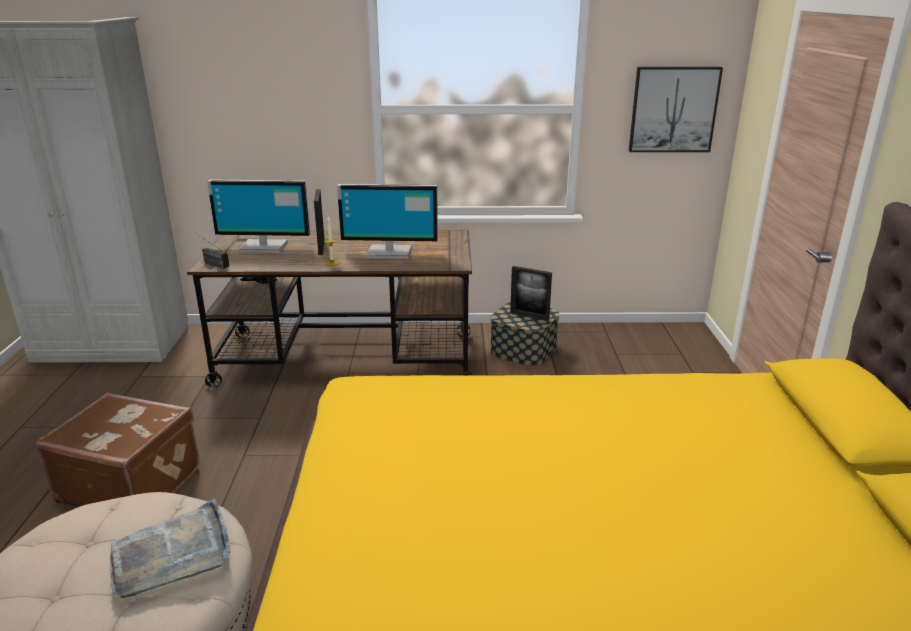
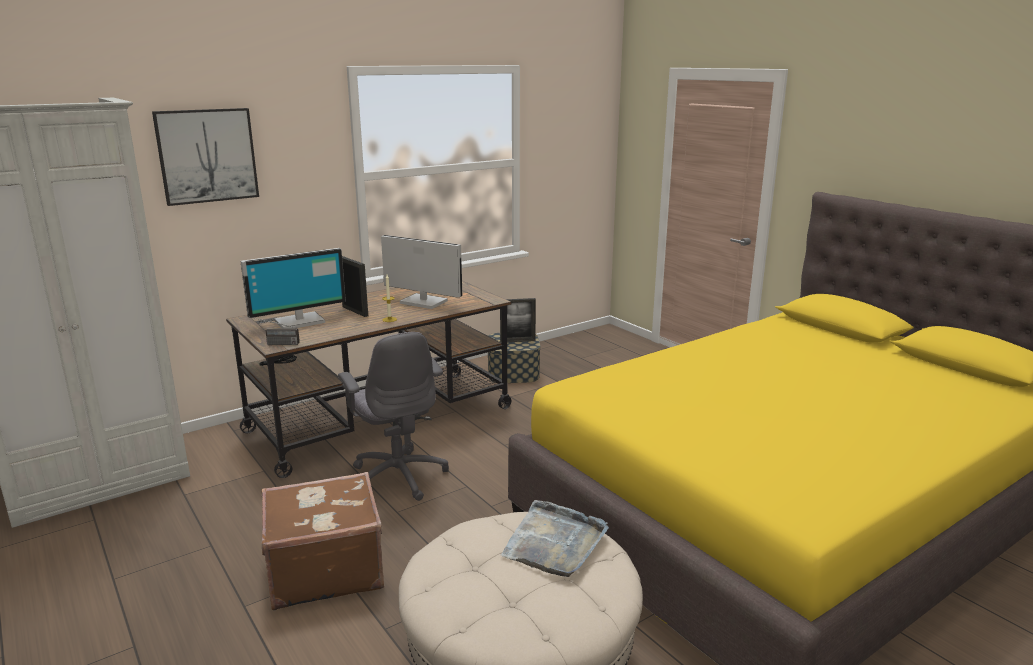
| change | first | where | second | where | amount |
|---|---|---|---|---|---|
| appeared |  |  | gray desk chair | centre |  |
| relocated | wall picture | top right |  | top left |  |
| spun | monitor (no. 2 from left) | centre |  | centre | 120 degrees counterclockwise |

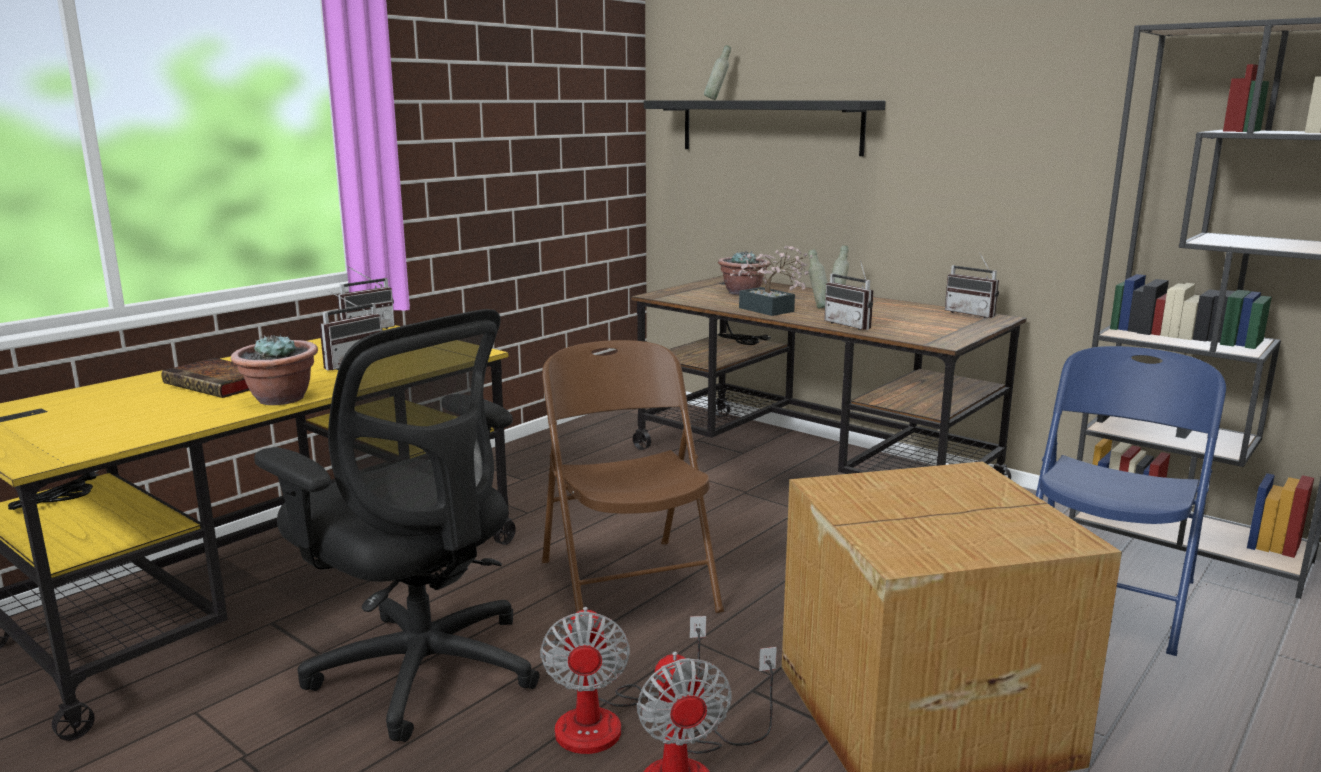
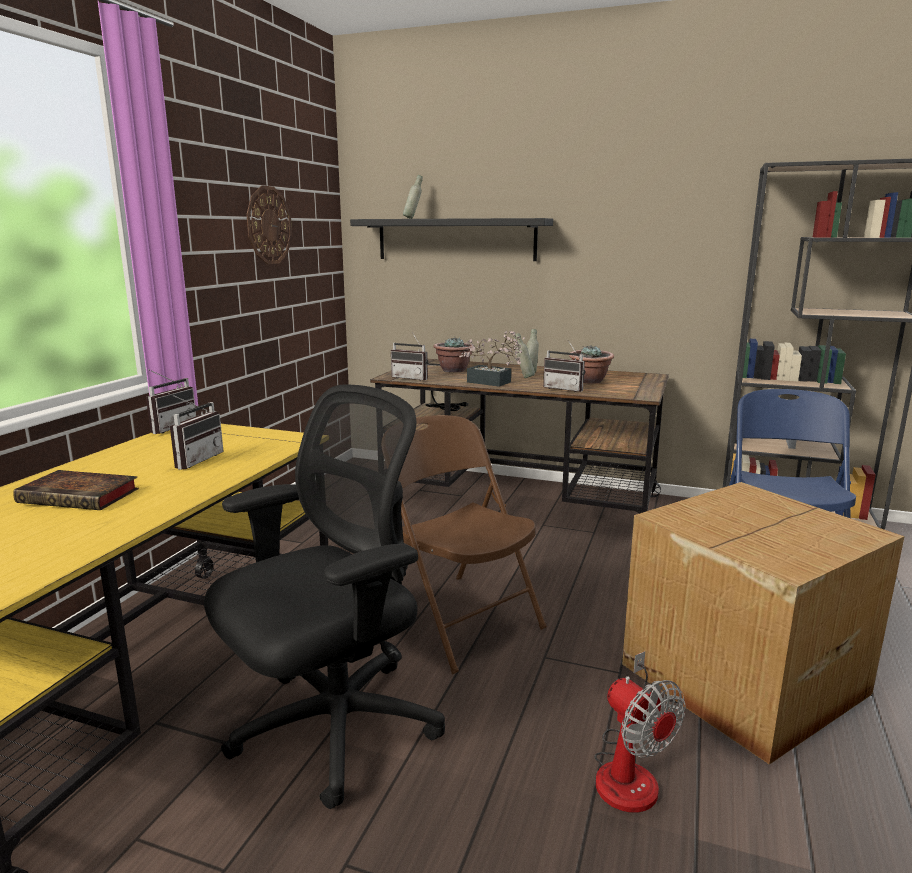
| change | first | where | second | where | amount |
|---|---|---|---|---|---|
| missing | fan (no. 1 from left) | bottom centre |  |  |  |
| appeared |  |  | hanging clock | top left |  |
| relocated | houseplant (no. 1 from left in the first image) | middle left | houseplant (no. 3 from left) | centre |  |
| relocated | radio receiver (no. 4 from left in the first image) | middle right | radio receiver (no. 3 from left) | centre |  |
| spun | blackish desk chair | bottom left |  | bottom centre | 60 degrees counterclockwise |

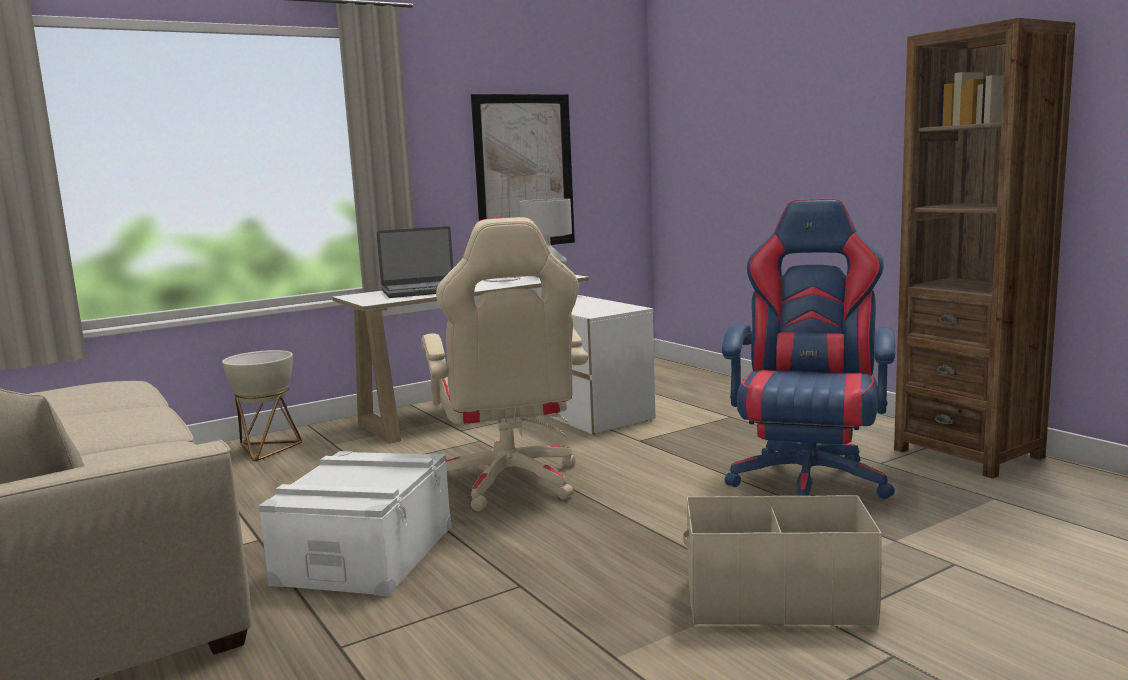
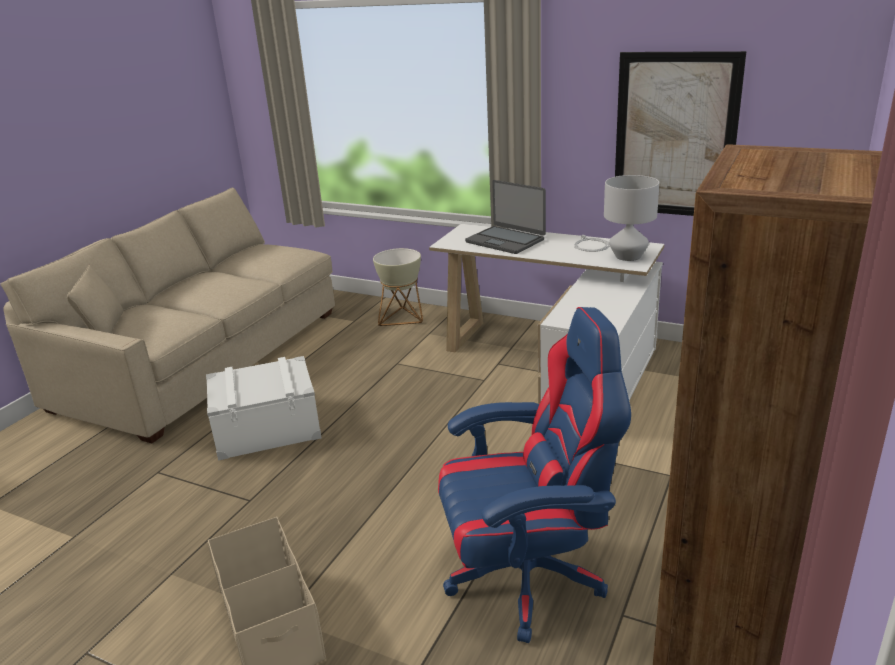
| change | first | where | second | where | amount |
|---|---|---|---|---|---|
| missing | beige desk chair | centre |  |  |  |

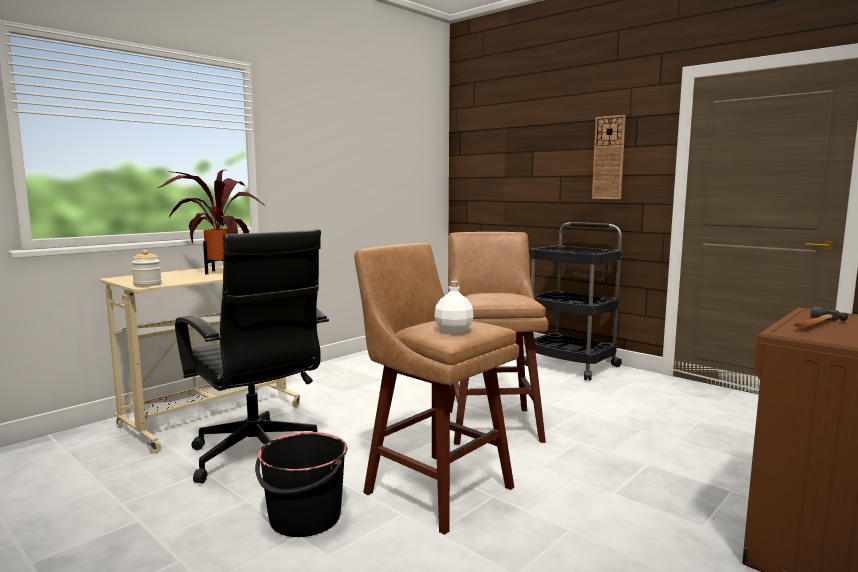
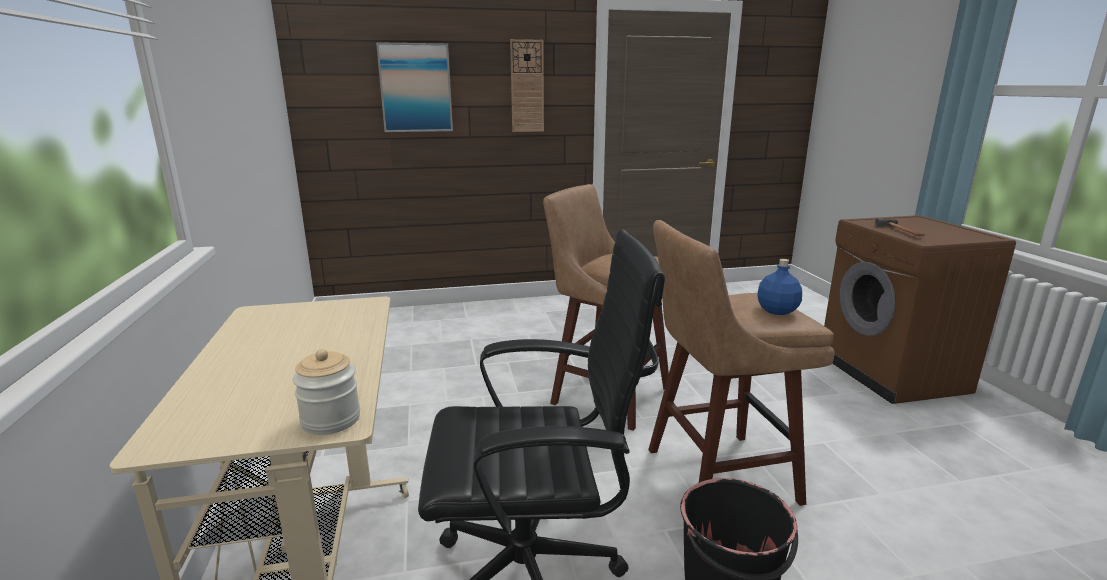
| change | first | where | second | where | amount |
|---|---|---|---|---|---|
| missing | houseplant | middle left |  |  |  |
| missing | blackish wheeled cart | middle right |  |  |  |
| appeared |  |  | wall picture | top centre |  |
| colour | whitish beverage bottle | centre | blue beverage bottle | middle right |  |

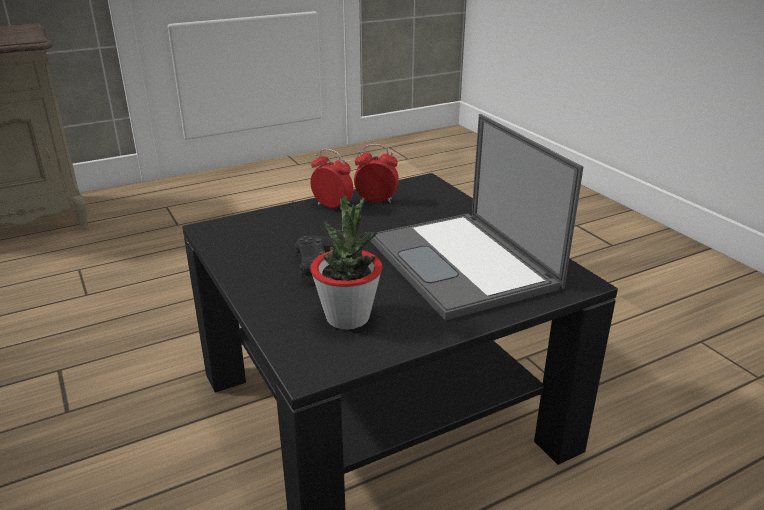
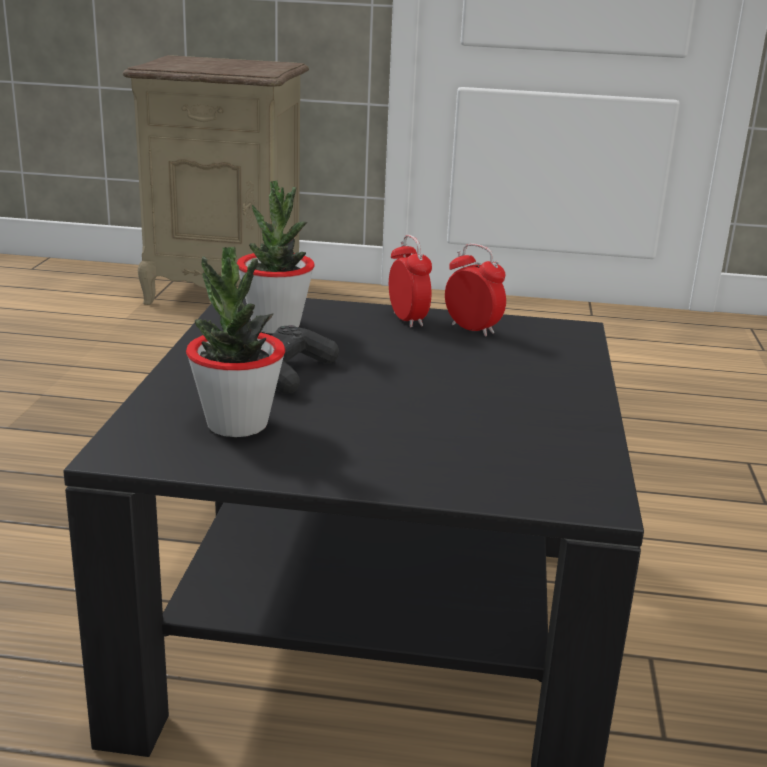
| change | first | where | second | where | amount |
|---|---|---|---|---|---|
| missing | laptop | centre |  |  |  |
| appeared |  |  | houseplant (no. 2 from left) | centre |  |

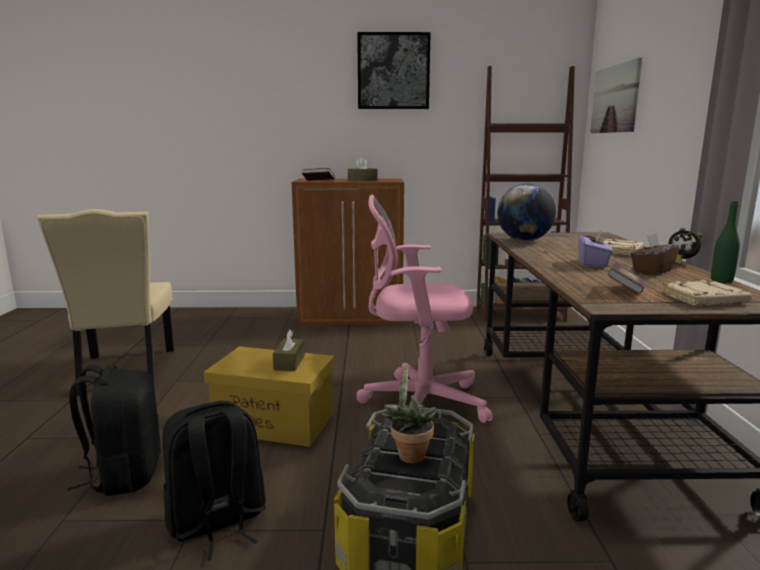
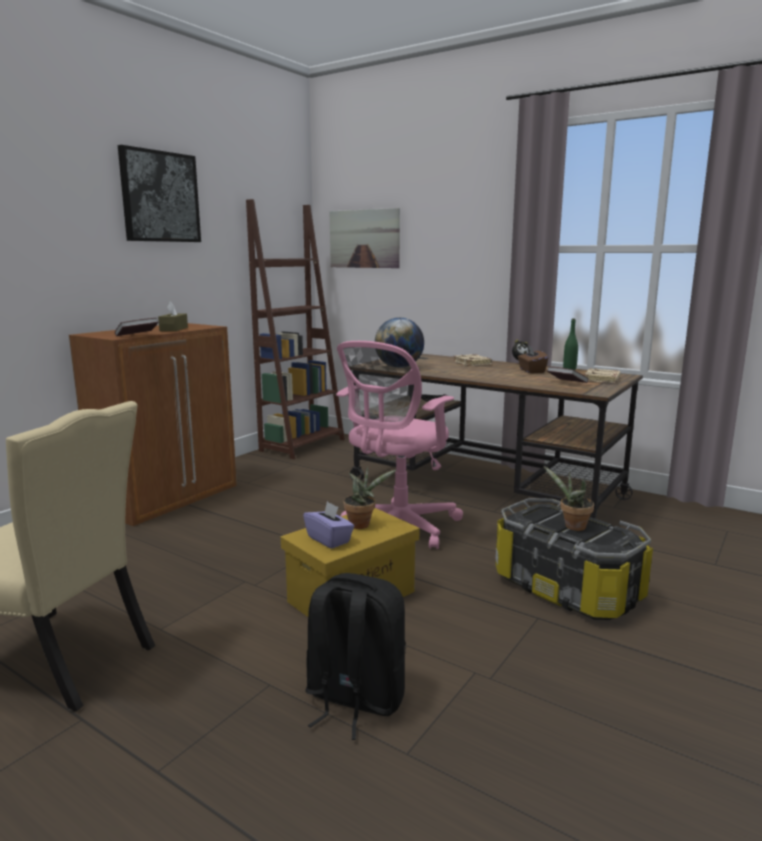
| change | first | where | second | where | amount |
|---|---|---|---|---|---|
| missing | blackish knapsack (no. 2 from left) | bottom left |  |  |  |
| relocated | purple box of tissues | middle right |  | centre |  |
| exchanged | brownish box of tissues (no. 1 from left) | centre | houseplant (no. 1 from left) | centre |  |

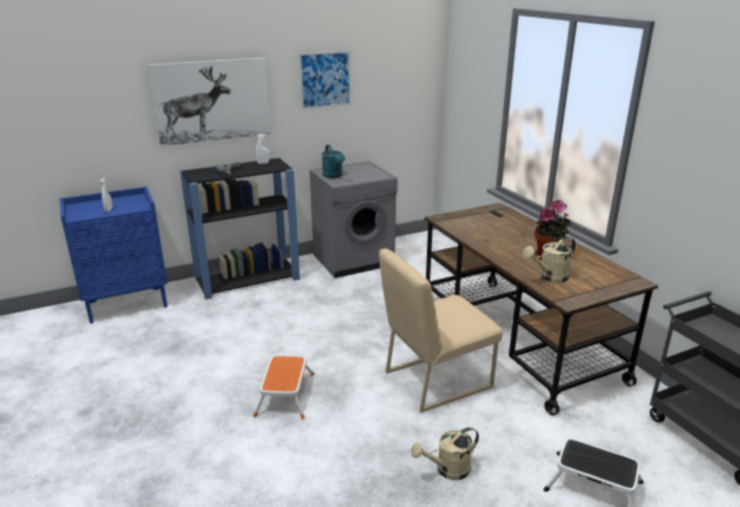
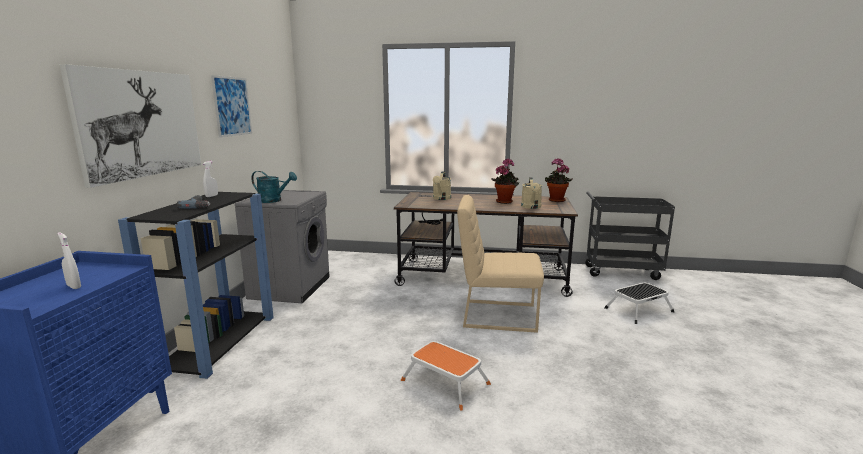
| change | first | where | second | where | amount |
|---|---|---|---|---|---|
| appeared |  |  | houseplant (no. 2 from left) | centre |  |
| relocated | beige watering can (no. 1 from left) | bottom centre |  | centre |  |
| spun | beige chair | centre |  | centre | 90 degrees clockwise |

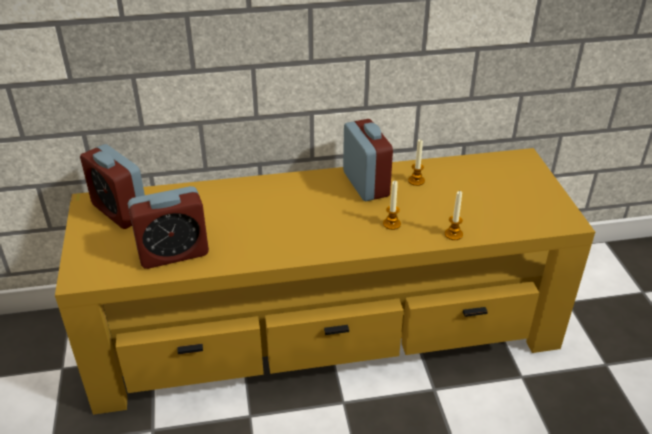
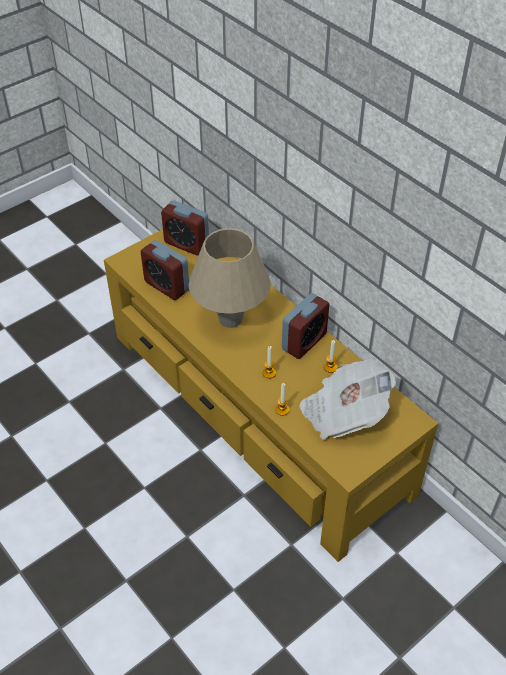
| change | first | where | second | where | amount |
|---|---|---|---|---|---|
| appeared |  |  | beige lamp for a table | centre |  |
| appeared |  |  | newspaper | middle right |  |
| spun | table clock (no. 1 from left in the first image) | middle left | table clock (no. 2 from left) | centre | 75 degrees counterclockwise |

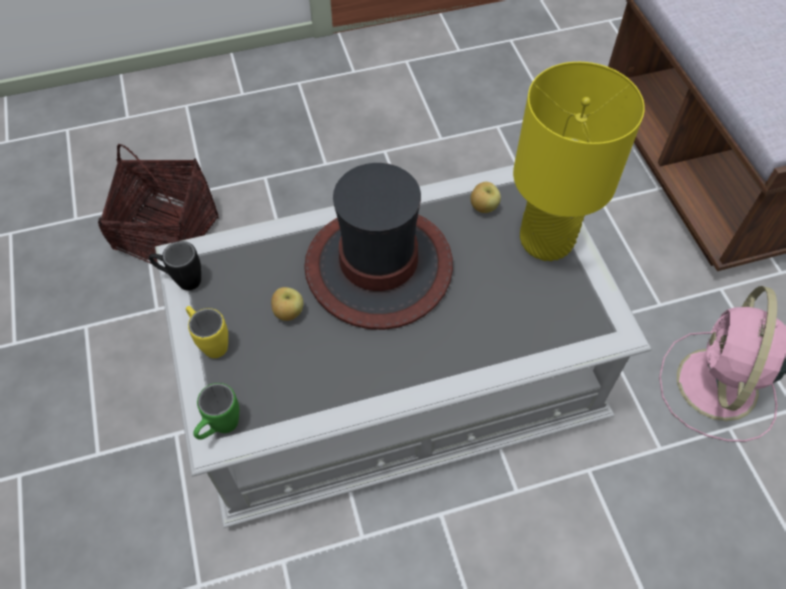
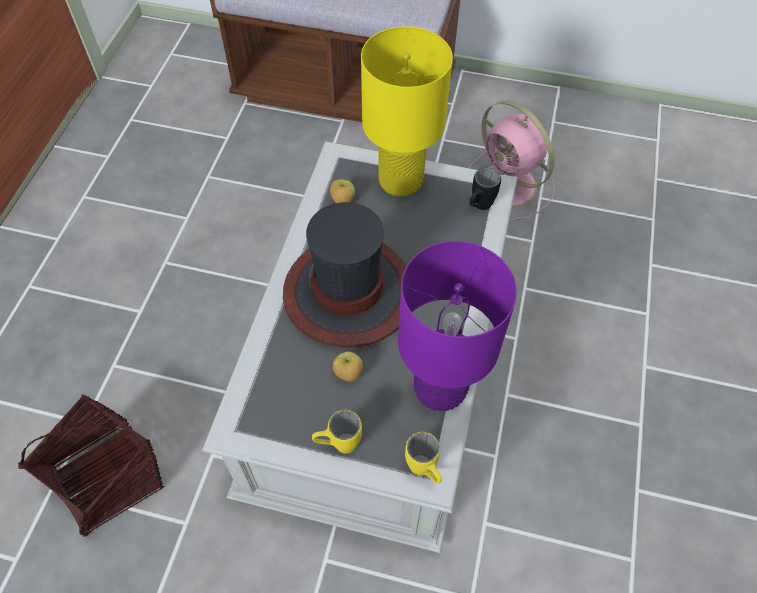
| change | first | where | second | where | amount |
|---|---|---|---|---|---|
| appeared |  |  | purple lamp for a table | centre |  |
| relocated | blackish mug | middle left |  | top centre |  |
| colour | green-coloured mug | bottom left | yellow-coloured mug (no. 2 from left) | bottom centre |  |

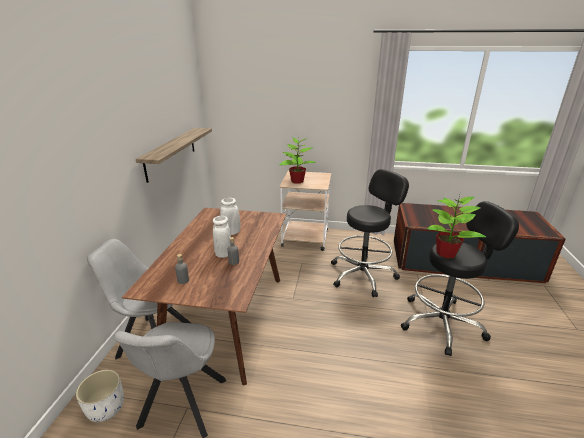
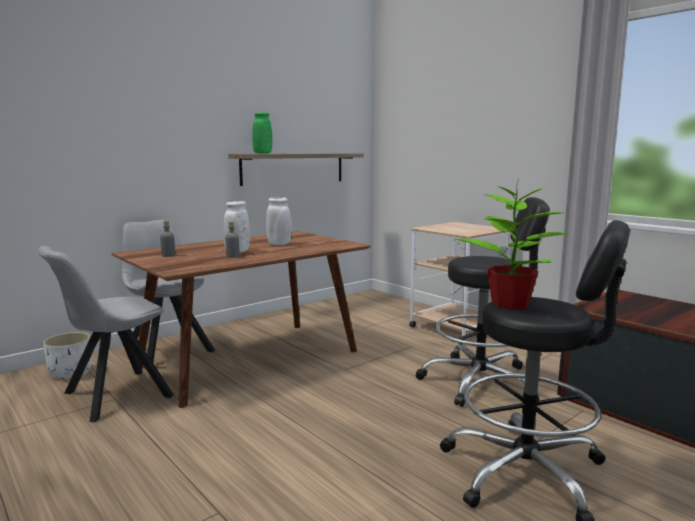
| change | first | where | second | where | amount |
|---|---|---|---|---|---|
| missing | houseplant (no. 1 from left) | centre |  |  |  |
| appeared |  |  | green-coloured vase | top centre |  |

